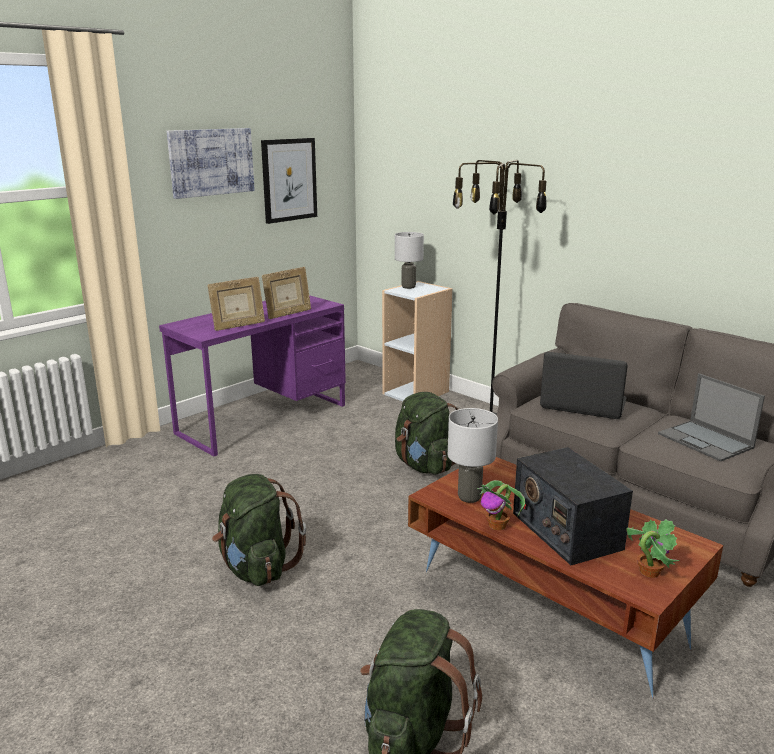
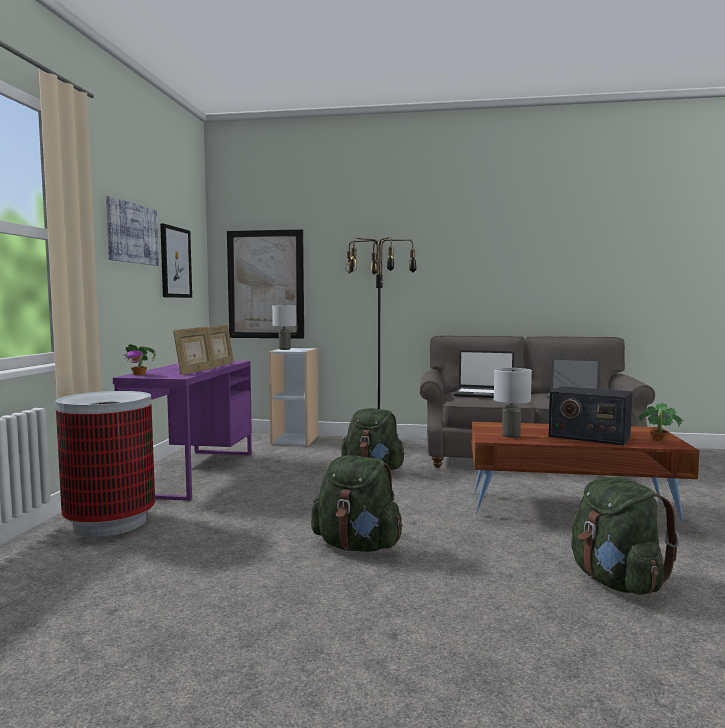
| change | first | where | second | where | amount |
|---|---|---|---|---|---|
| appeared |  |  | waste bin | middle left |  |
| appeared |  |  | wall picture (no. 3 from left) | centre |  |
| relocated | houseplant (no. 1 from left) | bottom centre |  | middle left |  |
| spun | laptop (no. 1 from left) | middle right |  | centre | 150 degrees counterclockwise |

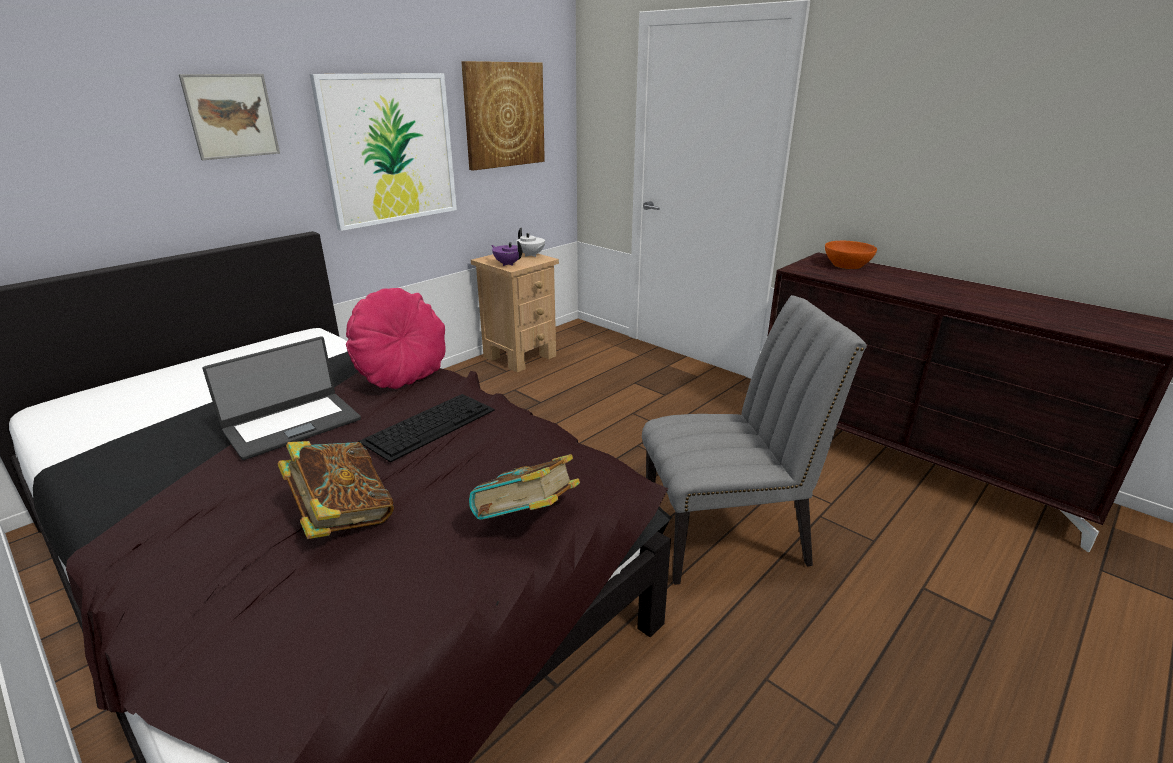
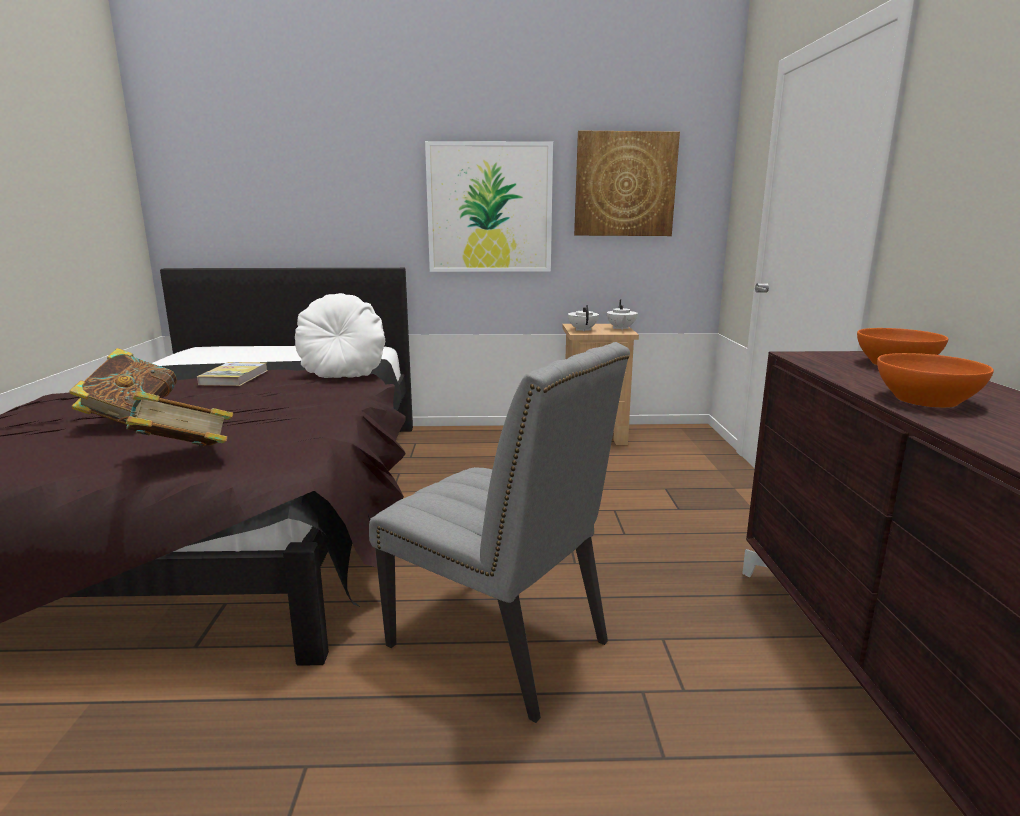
| change | first | where | second | where | amount |
|---|---|---|---|---|---|
| missing | wall picture (no. 1 from left) | top left |  |  |  |
| missing | PC keyboard | centre |  |  |  |
| appeared |  |  | orange deep dish (no. 2 from left) | middle right |  |
| exchanged | laptop | middle left | bound book (no. 3 from left) | middle left |  |
| colour | pink pillow | centre | whitish pillow | centre |  |
| colour | purple tea pot | top centre | whitish tea pot (no. 1 from left) | centre |  |

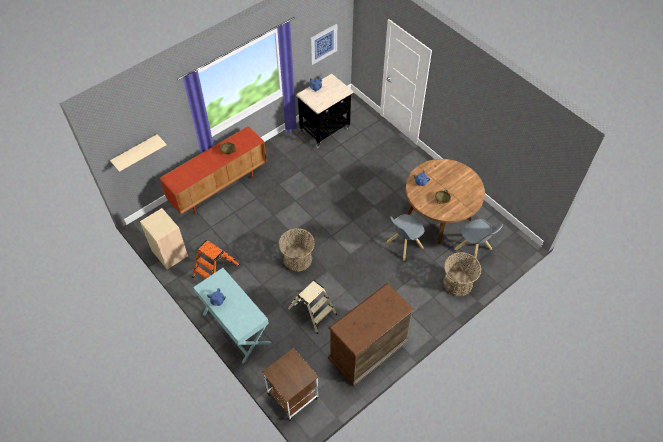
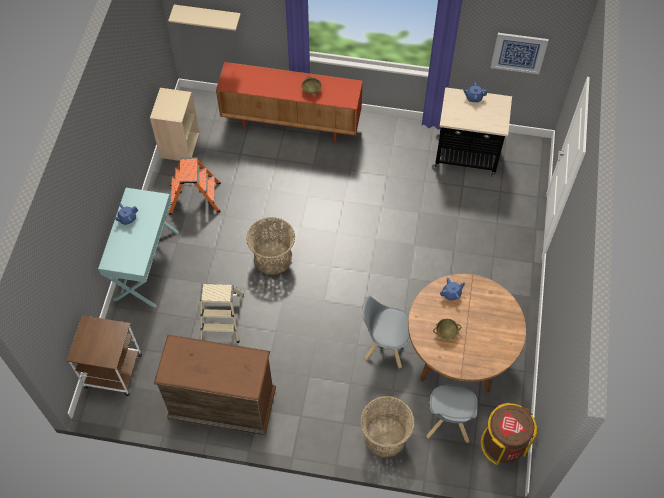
| change | first | where | second | where | amount |
|---|---|---|---|---|---|
| appeared |  |  | brownish waste bin | bottom right |  |

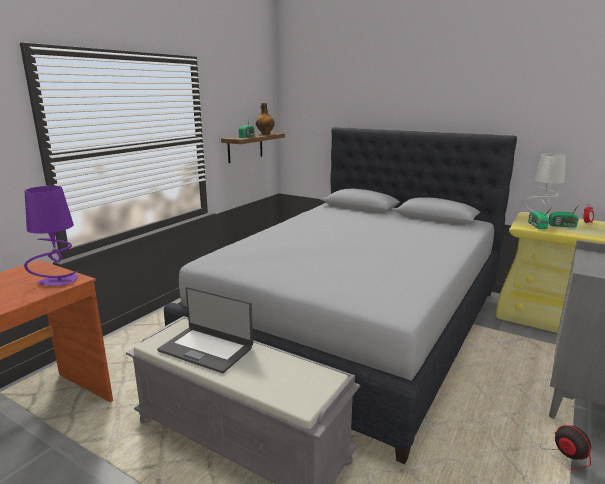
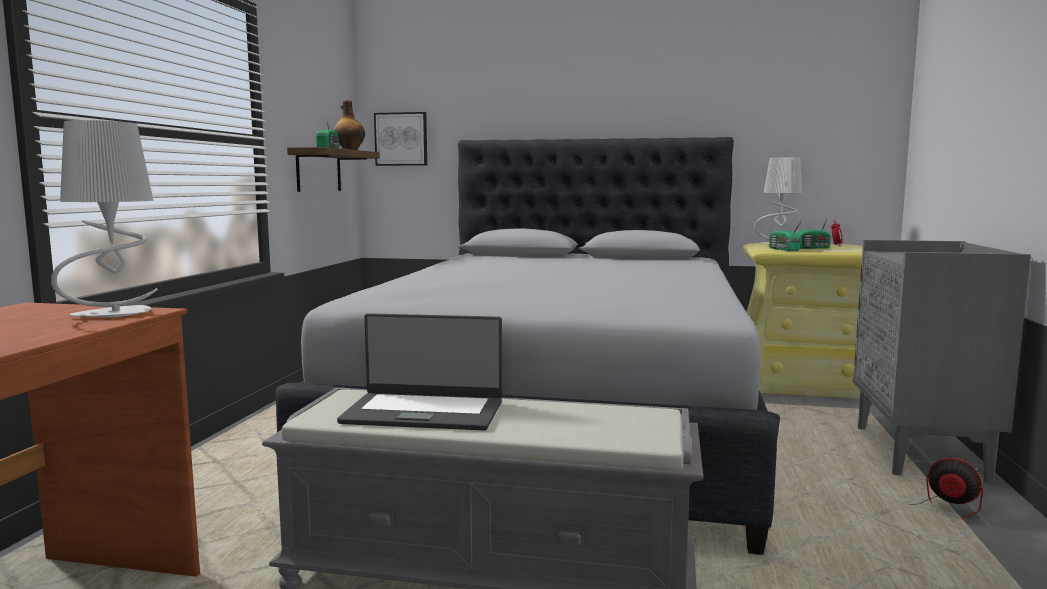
| change | first | where | second | where | amount |
|---|---|---|---|---|---|
| appeared |  |  | wall picture | top centre |  |
| colour | purple lamp for a table | middle left | gray lamp for a table (no. 1 from left) | middle left |  |

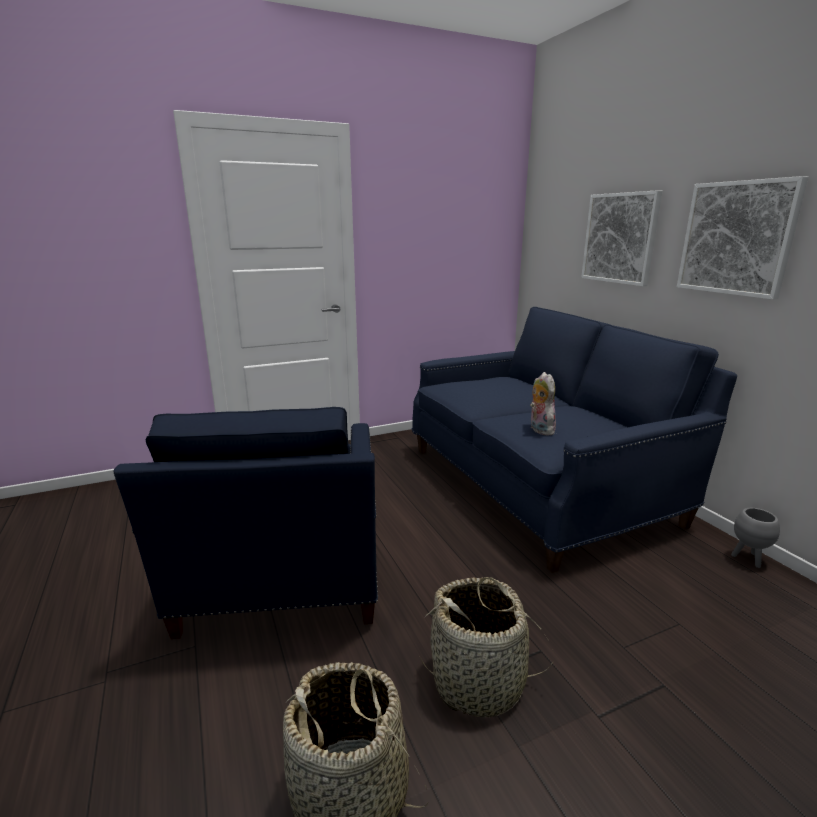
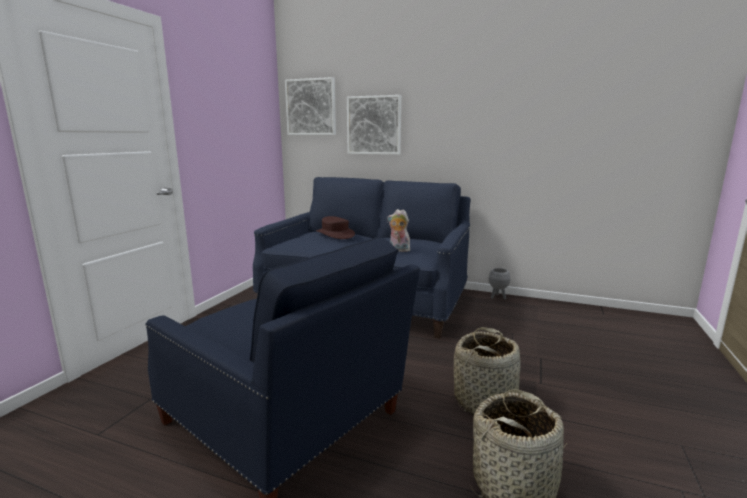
| change | first | where | second | where | amount |
|---|---|---|---|---|---|
| appeared |  |  | brownish wearable hat | centre |  |
| relocated | wall picture (no. 2 from left in the first image) | top right | wall picture (no. 1 from left) | top centre |  |

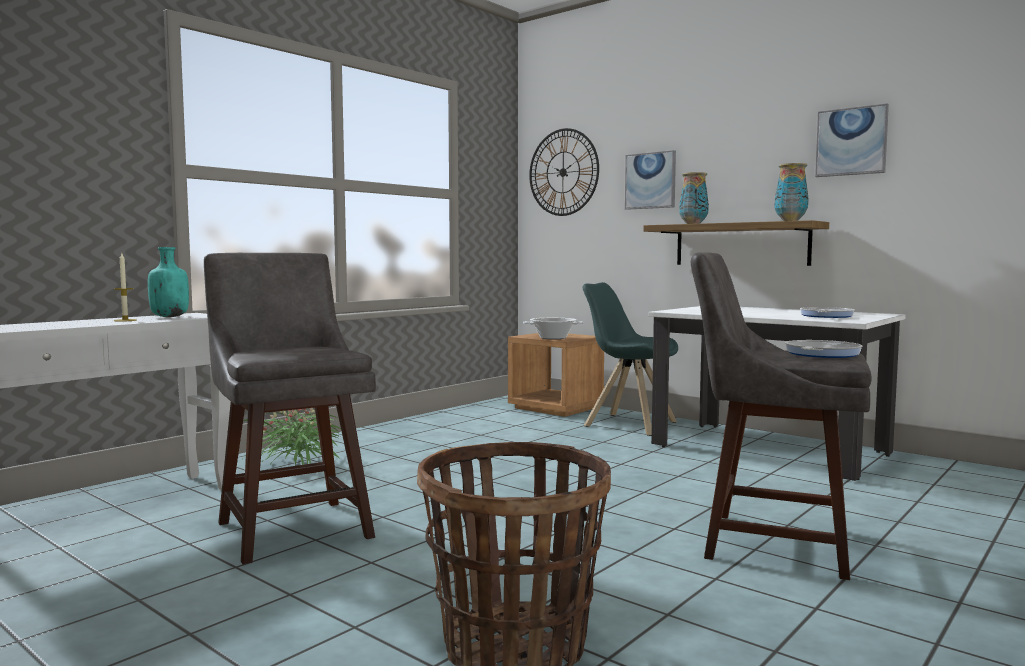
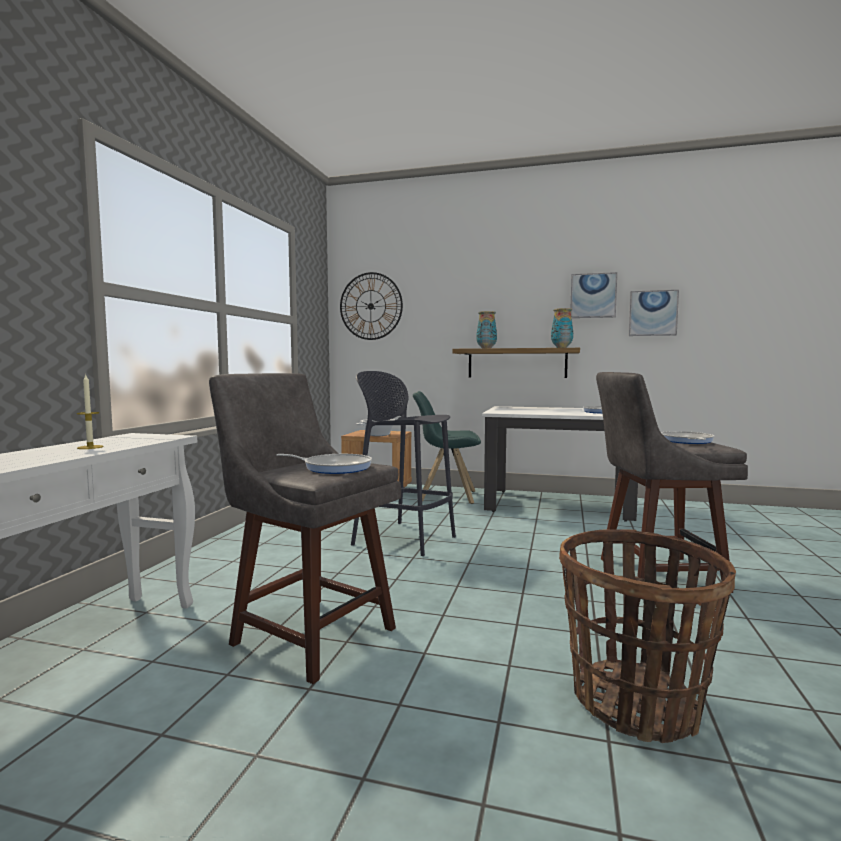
| change | first | where | second | where | amount |
|---|---|---|---|---|---|
| missing | turquoise-coloured beverage bottle | middle left |  |  |  |
| missing | houseplant | middle left |  |  |  |
| appeared |  |  | skillet (no. 1 from left) | centre |  |
| appeared |  |  | gray sitting stool (no. 2 from left) | centre |  |
| relocated | wall picture (no. 1 from left in the first image) | top centre | wall picture (no. 2 from left) | middle right |  |

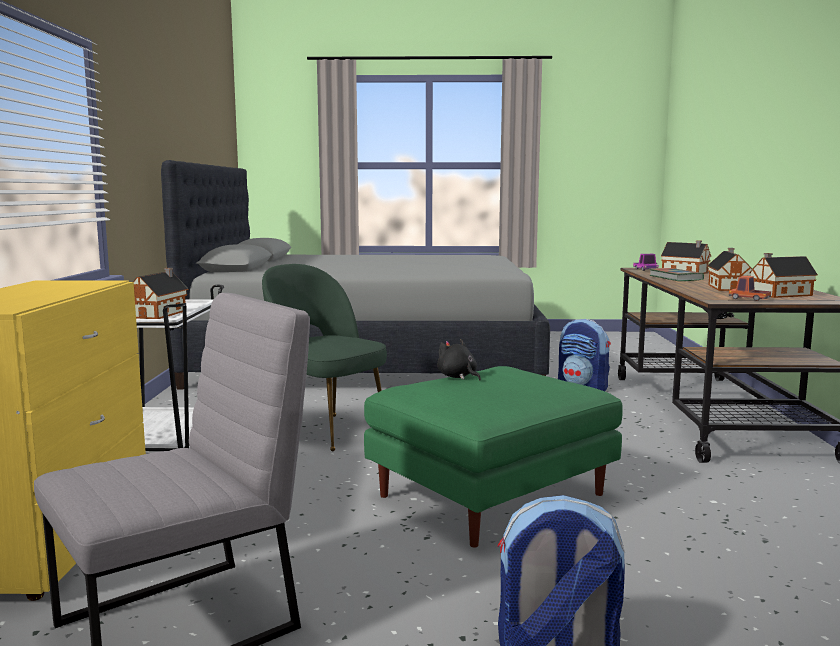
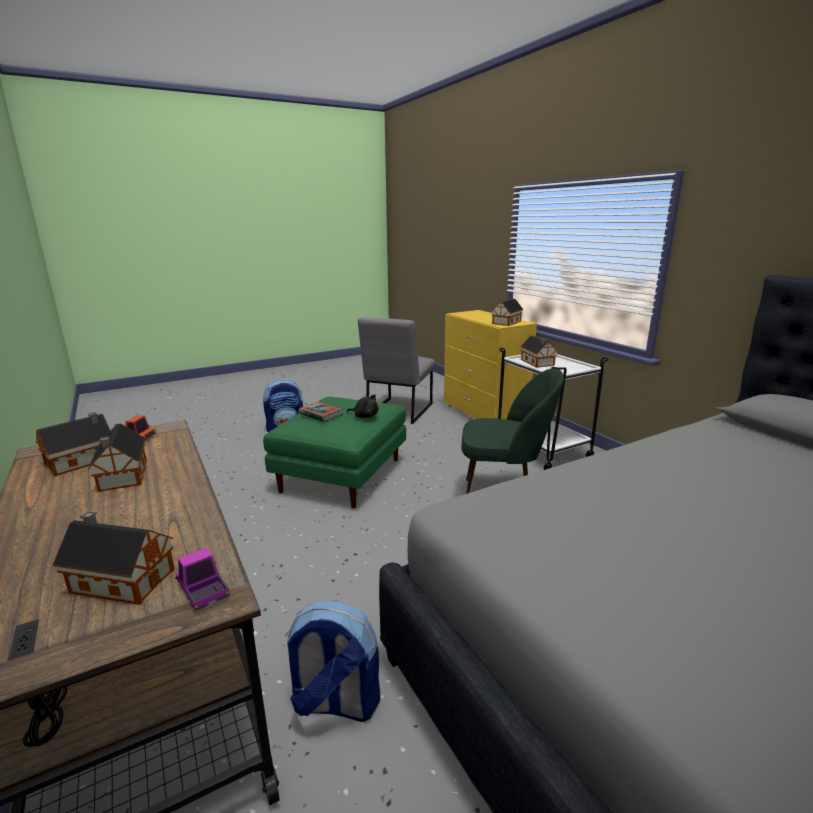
| change | first | where | second | where | amount |
|---|---|---|---|---|---|
| appeared |  |  | miniature house (no. 4 from left) | centre |  |
| relocated | bound book | middle right |  | centre |  |

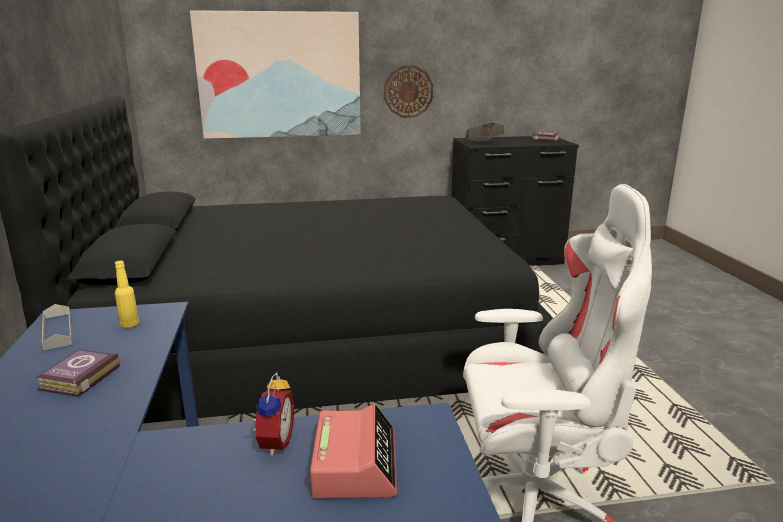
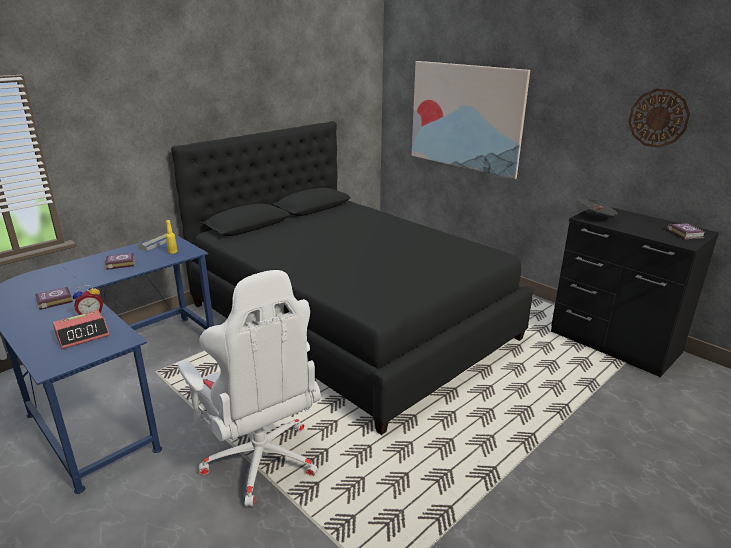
| change | first | where | second | where | amount |
|---|---|---|---|---|---|
| appeared |  |  | bound book (no. 1 from left) | middle left |  |
| relocated | hanging clock | top centre |  | top right |  |

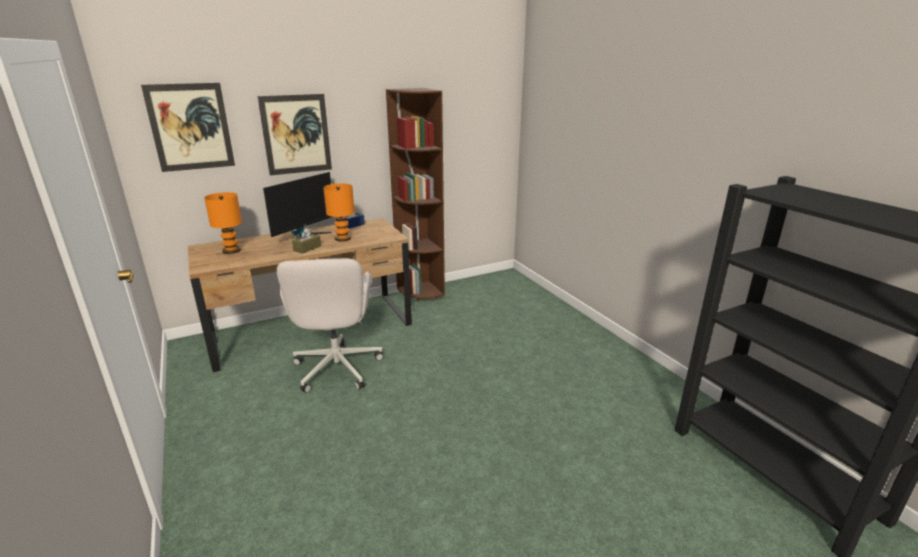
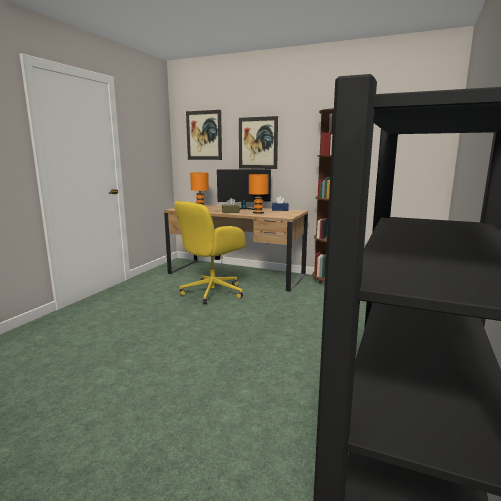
| change | first | where | second | where | amount |
|---|---|---|---|---|---|
| colour | whitish desk chair | centre | yellow-coloured desk chair | centre |  |

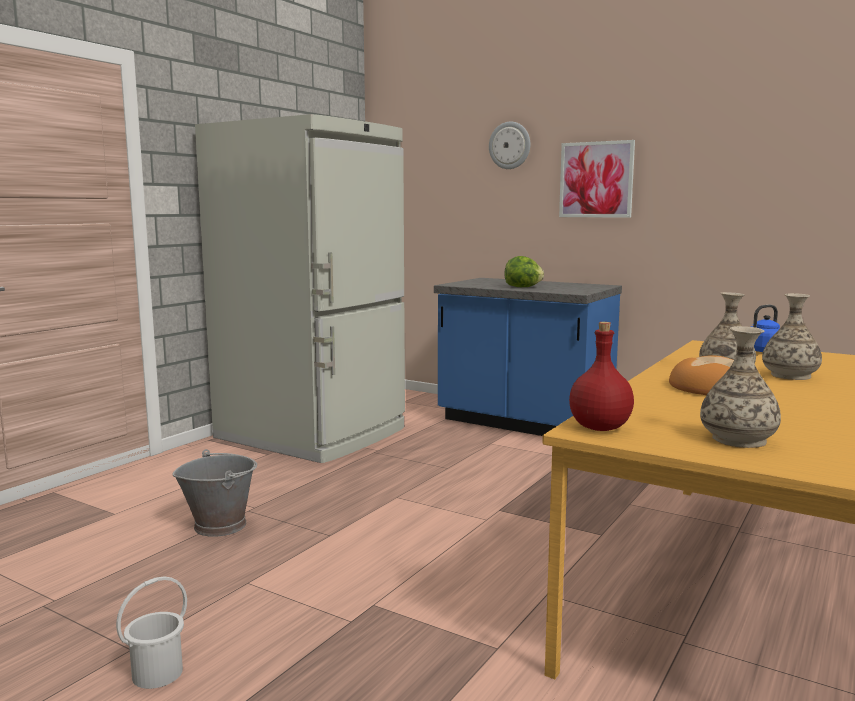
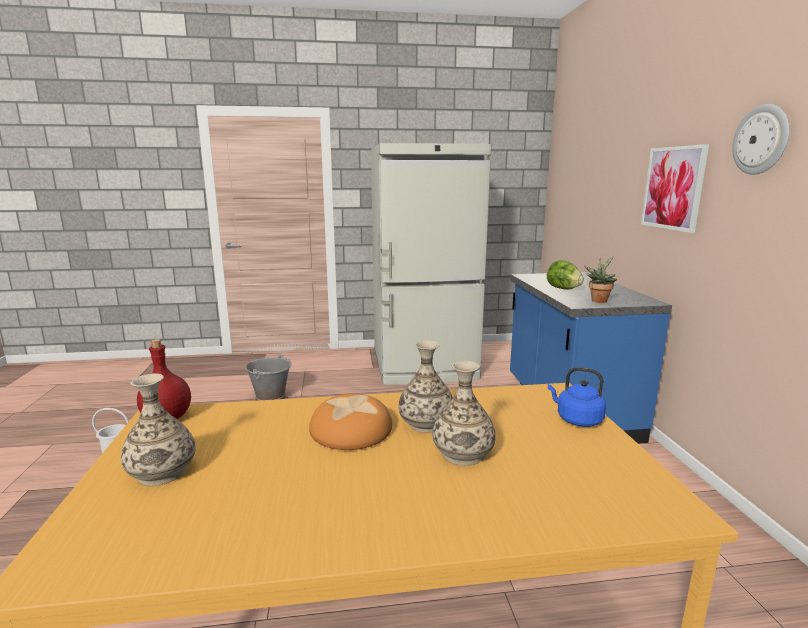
| change | first | where | second | where | amount |
|---|---|---|---|---|---|
| appeared |  |  | houseplant | middle right |  |
| relocated | hanging clock | top centre |  | top right |  |

